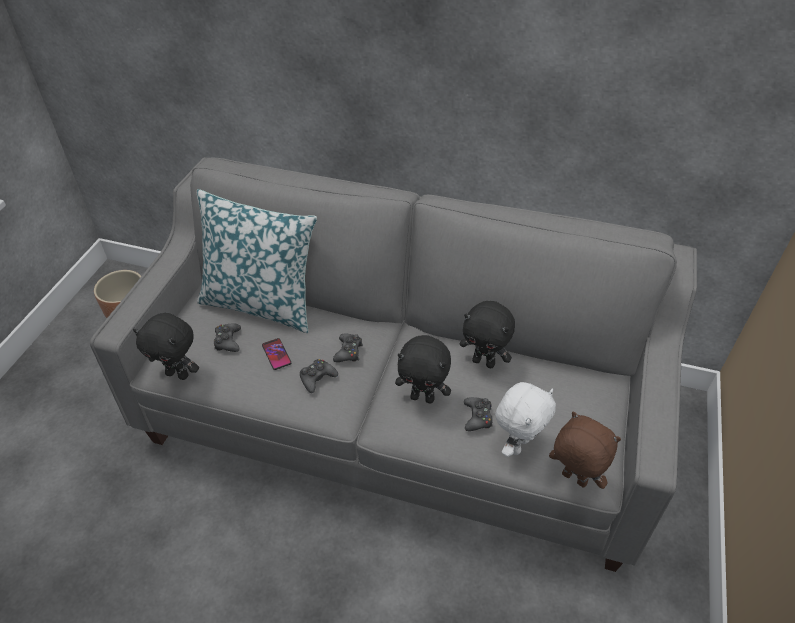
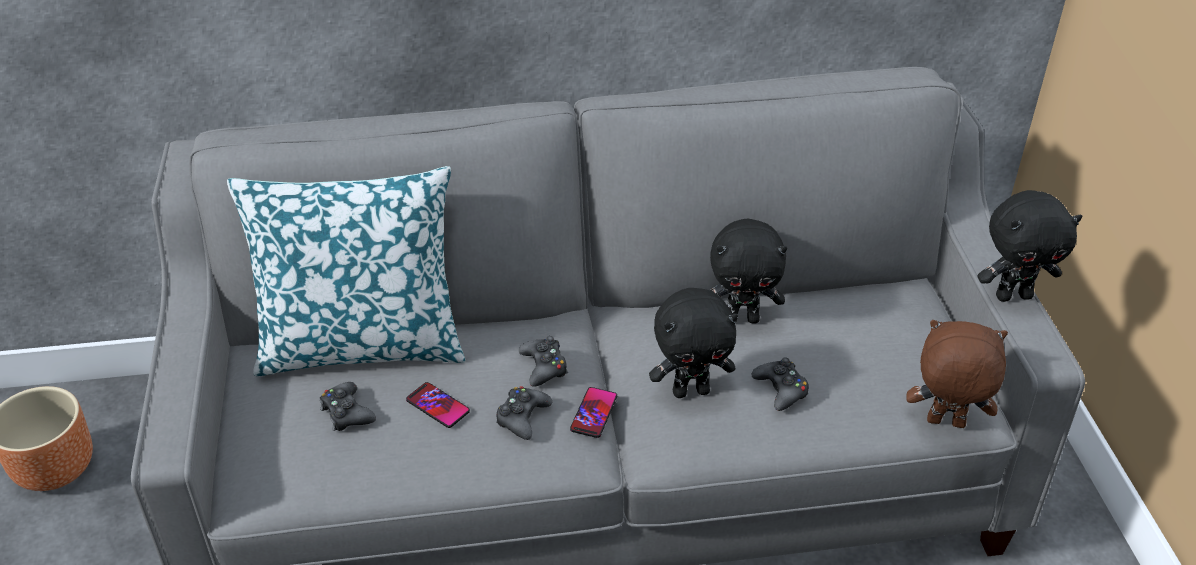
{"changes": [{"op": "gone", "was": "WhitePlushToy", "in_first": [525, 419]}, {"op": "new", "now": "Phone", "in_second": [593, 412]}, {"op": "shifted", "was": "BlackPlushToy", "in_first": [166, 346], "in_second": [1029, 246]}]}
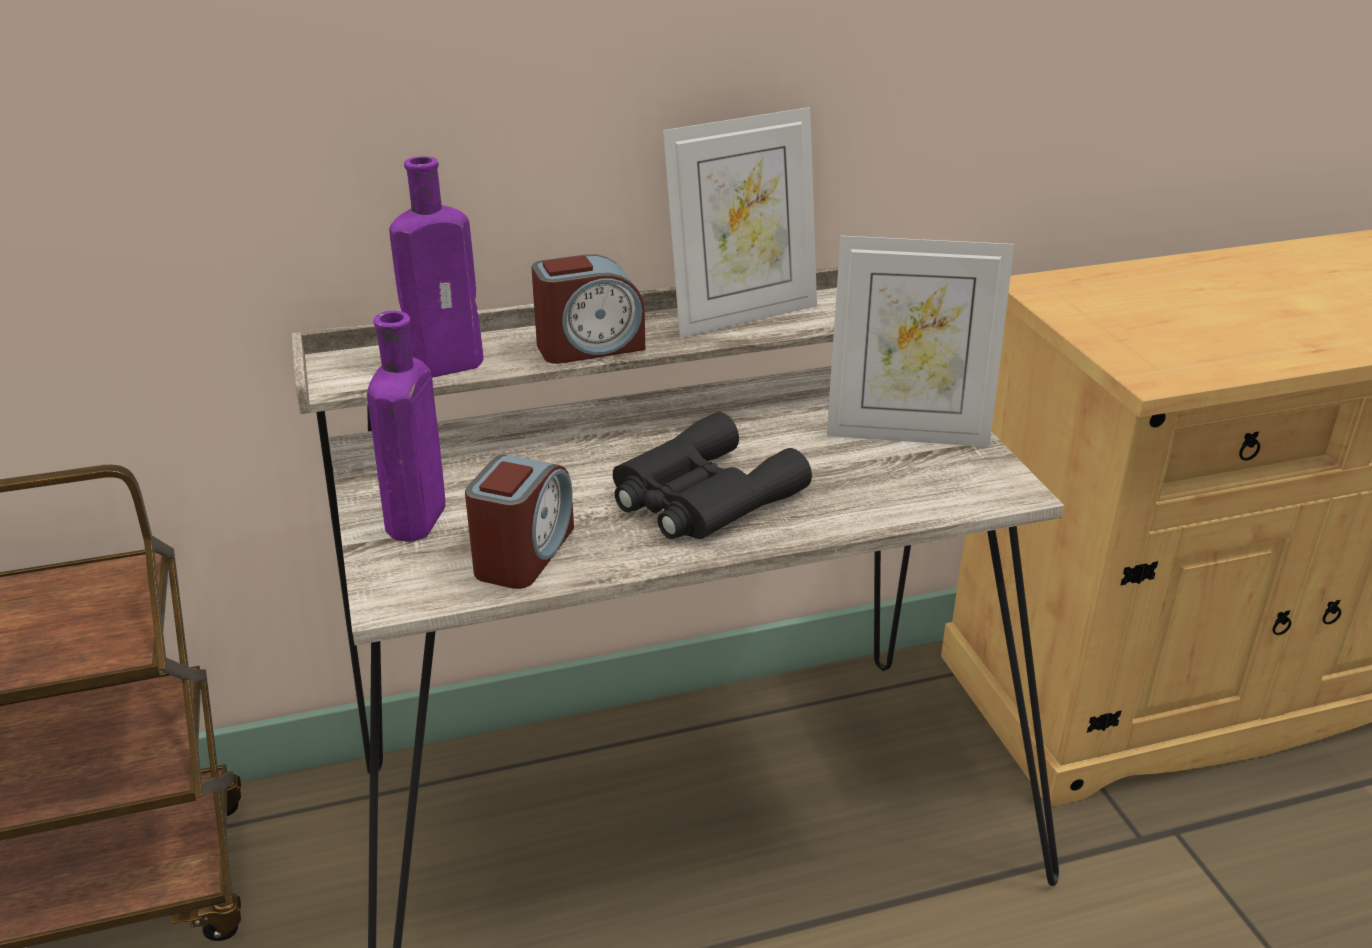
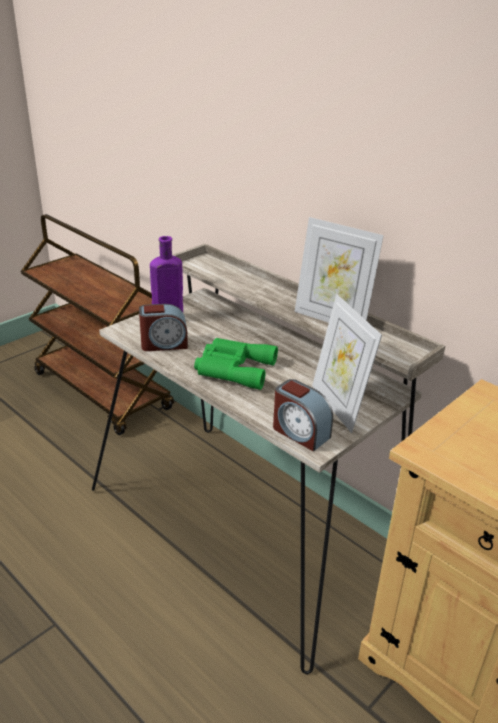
{"changes": [{"op": "gone", "was": "PurpleBottle", "in_first": [436, 267]}, {"op": "shifted", "was": "AlarmClock", "in_first": [588, 309], "in_second": [303, 415]}, {"op": "repainted", "was": "BlackBinoculars", "now": "GreenBinoculars", "in_first": [712, 475], "in_second": [236, 364]}]}
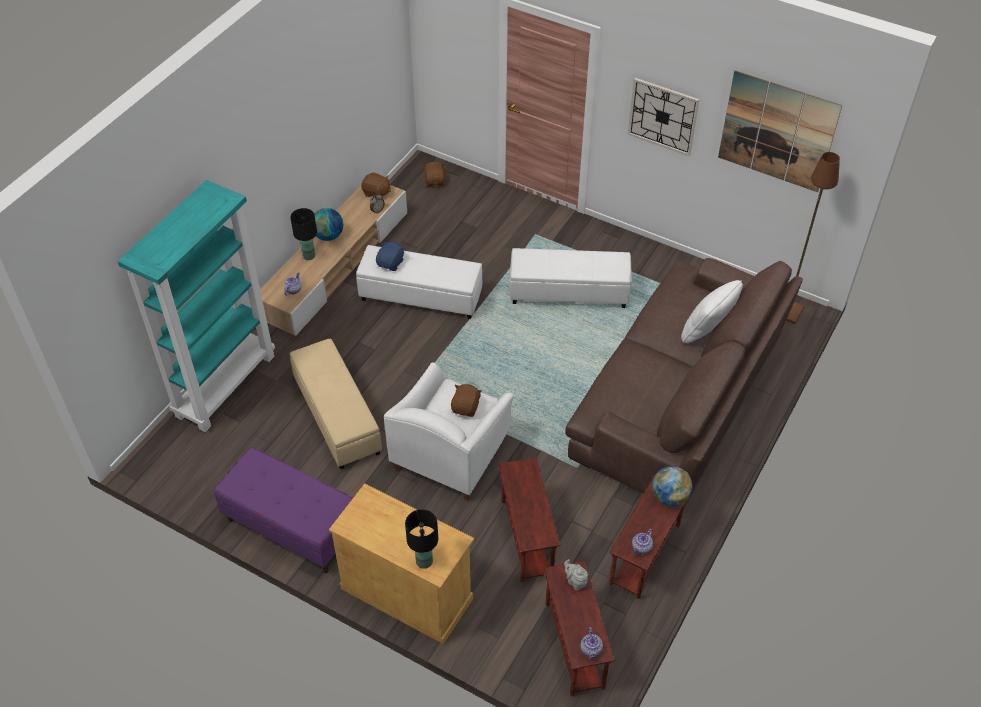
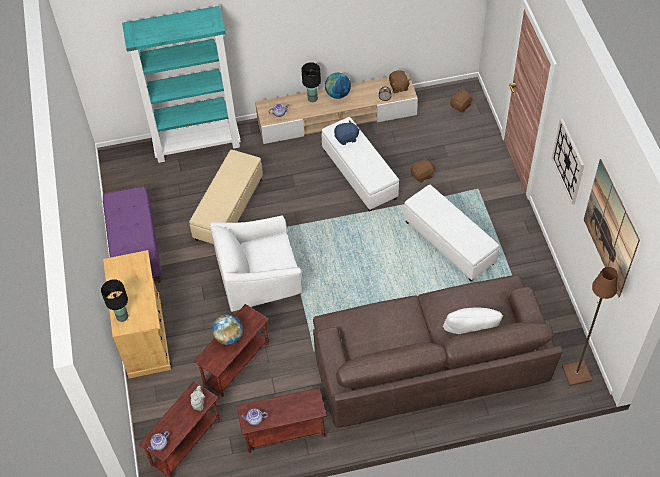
{"changes": [{"op": "shifted", "was": "BrownPlushToy", "in_first": [466, 400], "in_second": [423, 170]}, {"op": "shifted", "was": "Globe", "in_first": [672, 486], "in_second": [227, 329]}]}
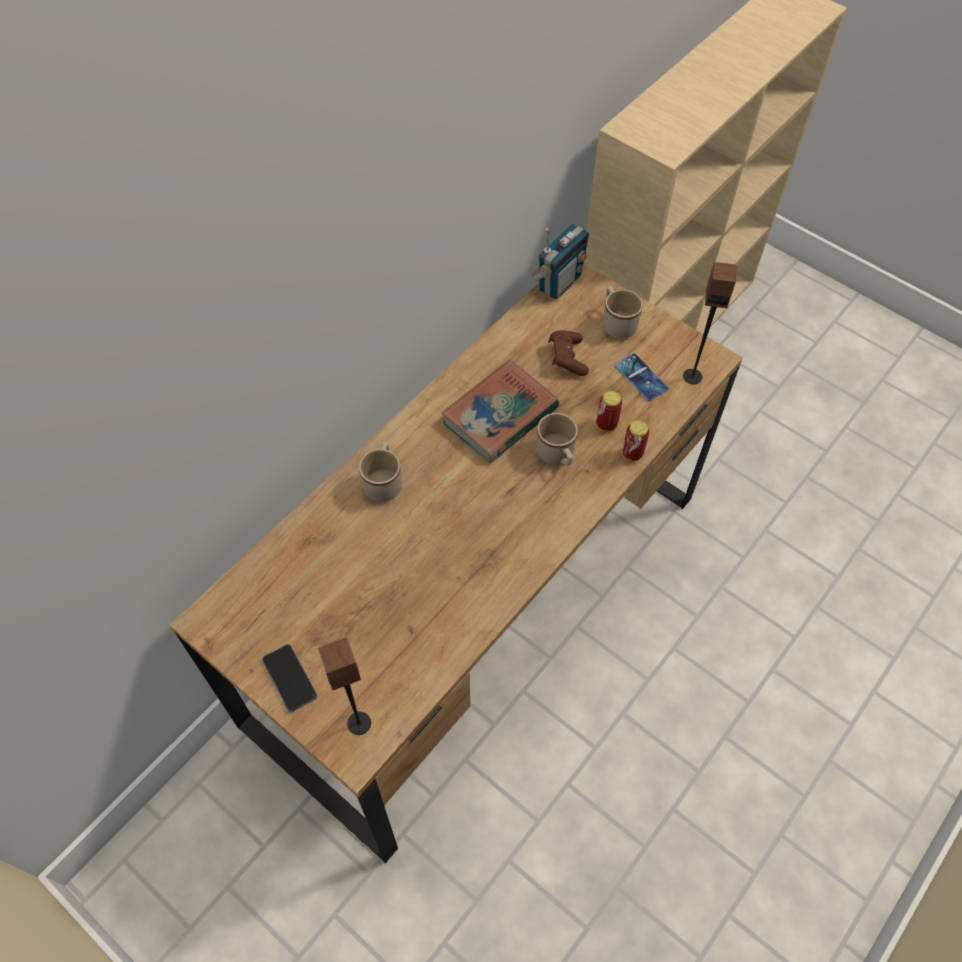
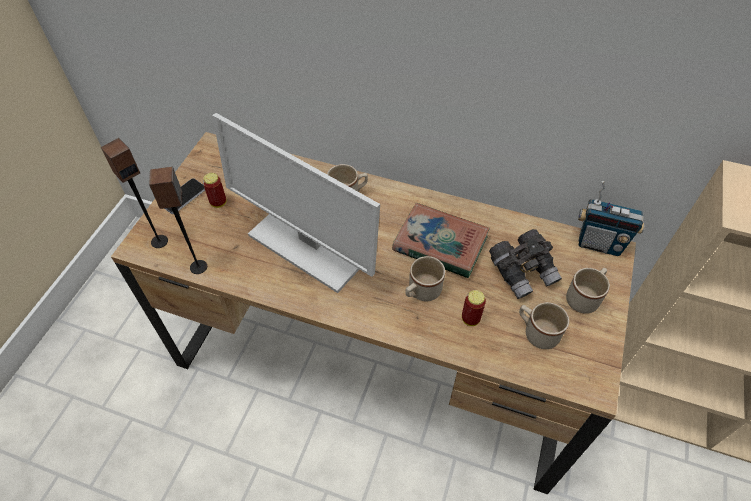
{"changes": [{"op": "new", "now": "Monitor", "in_second": [296, 203]}, {"op": "shifted", "was": "Can", "in_first": [635, 441], "in_second": [214, 190]}, {"op": "shifted", "was": "Speaker", "in_first": [710, 323], "in_second": [178, 220]}, {"op": "swapped", "was": "BrownGameController", "now": "GreyBinoculars", "in_first": [568, 353], "in_second": [525, 264]}, {"op": "swapped", "was": "Phone", "now": "BeigeMug", "in_first": [642, 377], "in_second": [544, 325]}]}
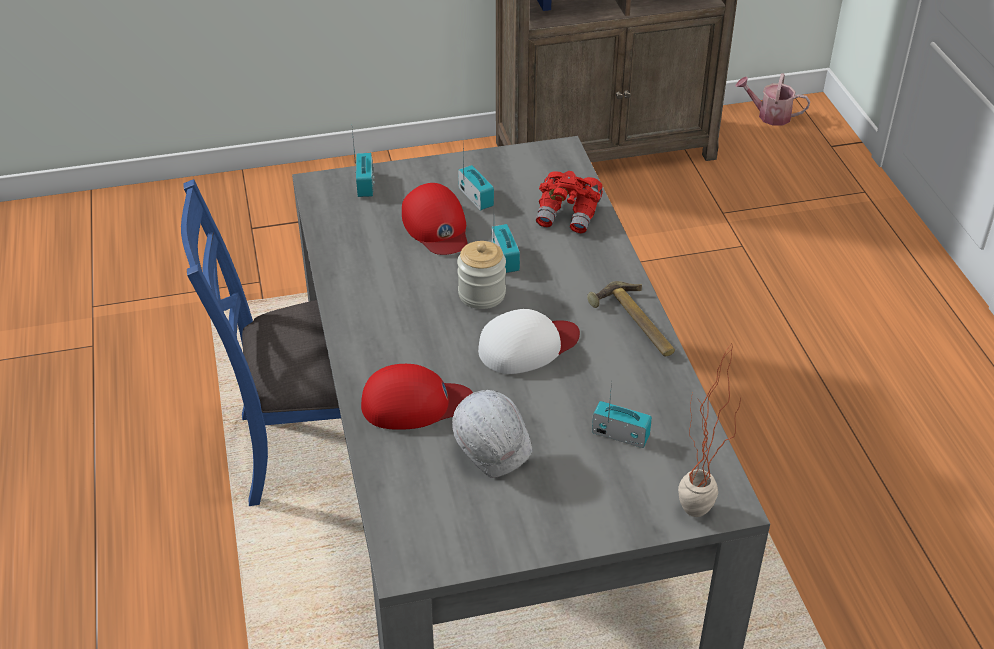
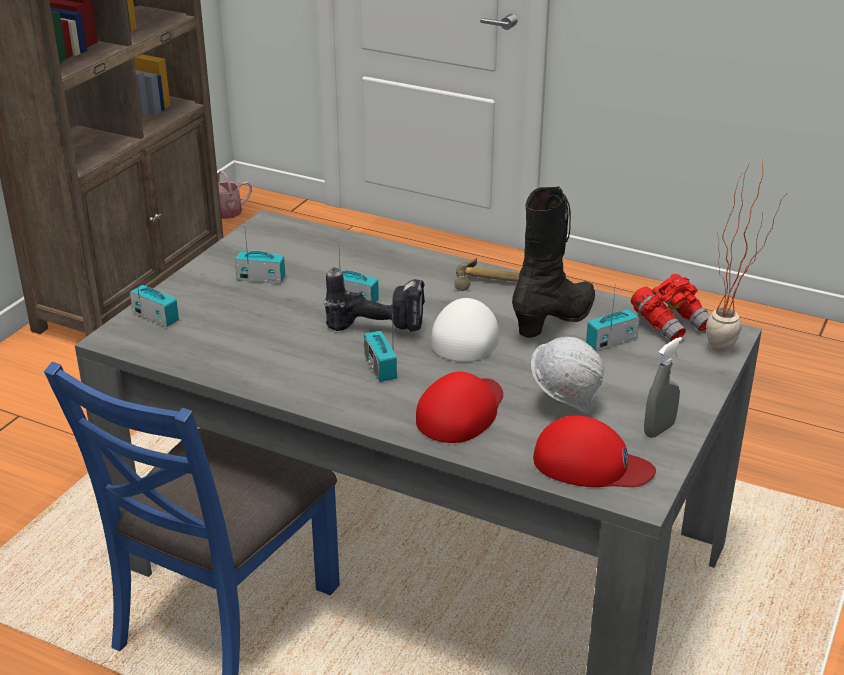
{"changes": [{"op": "new", "now": "Radio", "in_second": [380, 343]}, {"op": "new", "now": "BlackBoot", "in_second": [553, 262]}, {"op": "new", "now": "GreySprayBottle", "in_second": [663, 387]}, {"op": "shifted", "was": "RedCap", "in_first": [434, 219], "in_second": [594, 451]}, {"op": "shifted", "was": "RedBinoculars", "in_first": [569, 202], "in_second": [670, 307]}, {"op": "swapped", "was": "Jar", "now": "PowerDrill", "in_first": [481, 275], "in_second": [374, 299]}]}
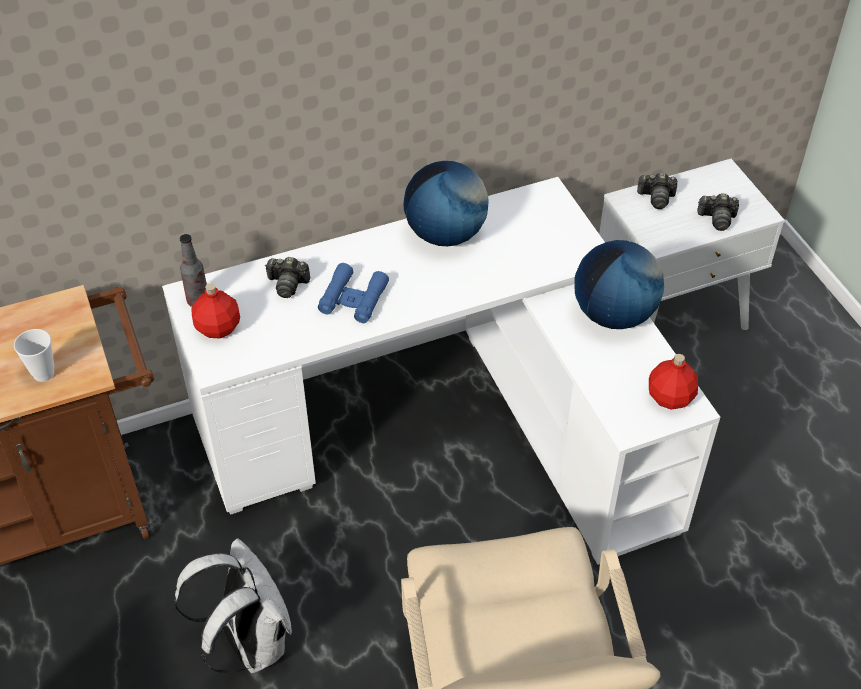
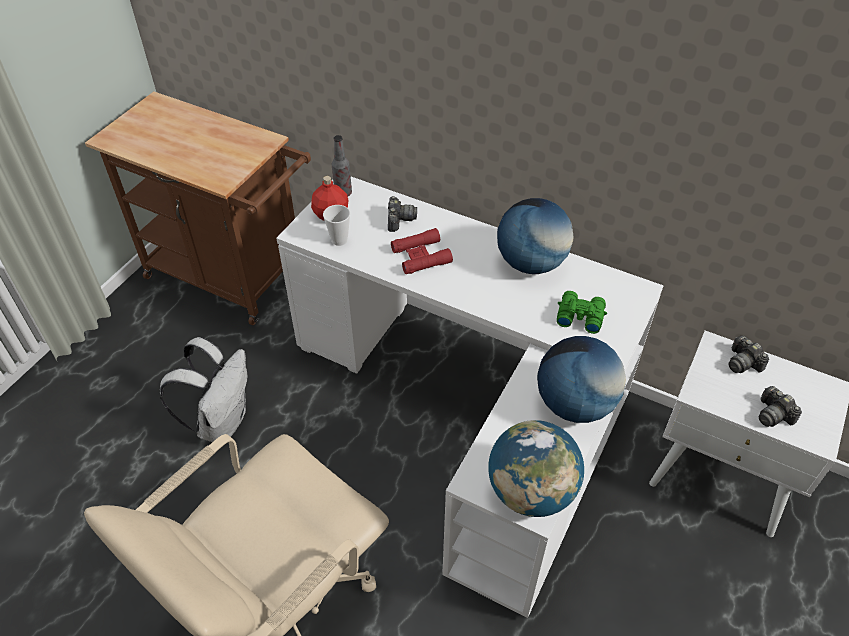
{"changes": [{"op": "new", "now": "GreenBinoculars", "in_second": [582, 312]}, {"op": "shifted", "was": "Cup", "in_first": [34, 355], "in_second": [336, 225]}, {"op": "swapped", "was": "RedBottle", "now": "Globe", "in_first": [673, 382], "in_second": [536, 468]}, {"op": "repainted", "was": "BlueBinoculars", "now": "RedBinoculars", "in_first": [353, 293], "in_second": [422, 251]}, {"op": "rotated", "was": "PhotoCamera", "in_first": [287, 277], "in_second": [402, 214], "clockwise": -150}]}
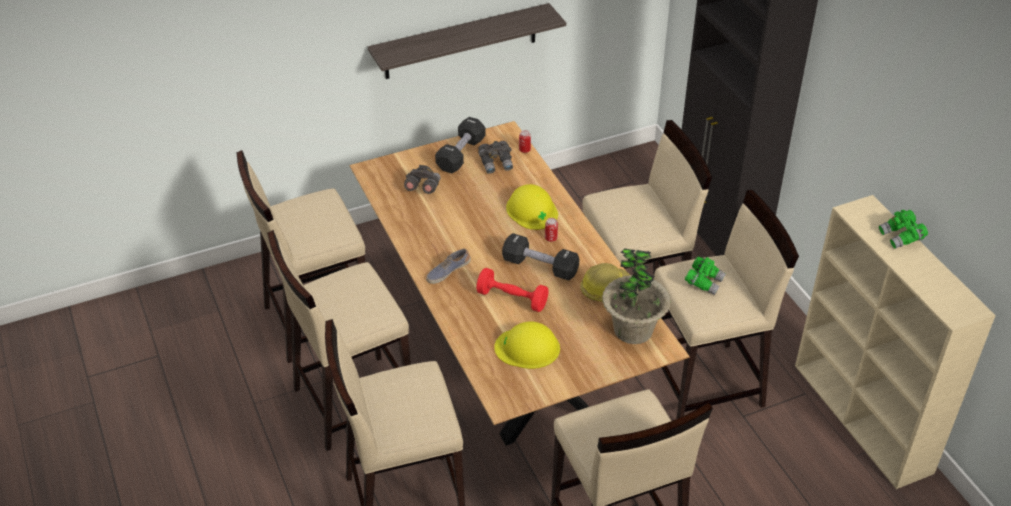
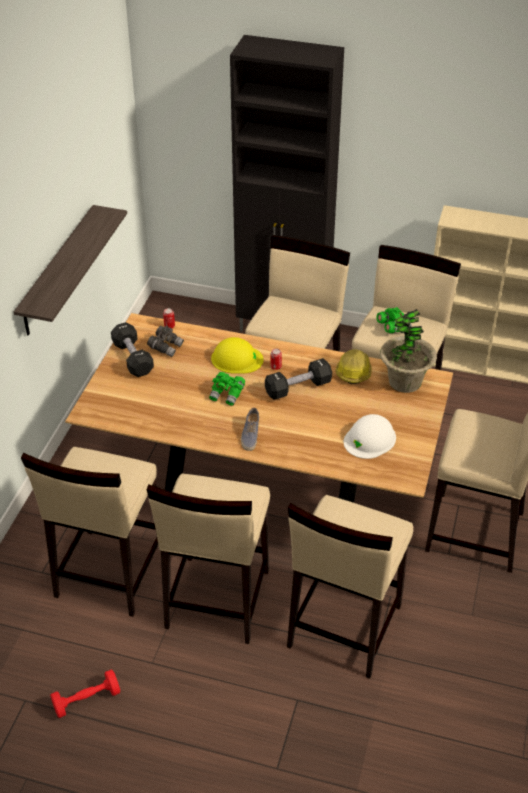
{"changes": [{"op": "gone", "was": "GreyBinoculars", "in_first": [422, 179]}, {"op": "shifted", "was": "RedDumbbell", "in_first": [512, 290], "in_second": [85, 694]}, {"op": "shifted", "was": "GreenBinoculars", "in_first": [903, 229], "in_second": [227, 389]}, {"op": "repainted", "was": "YellowHardHat", "now": "WhiteHardHat", "in_first": [527, 345], "in_second": [370, 436]}]}
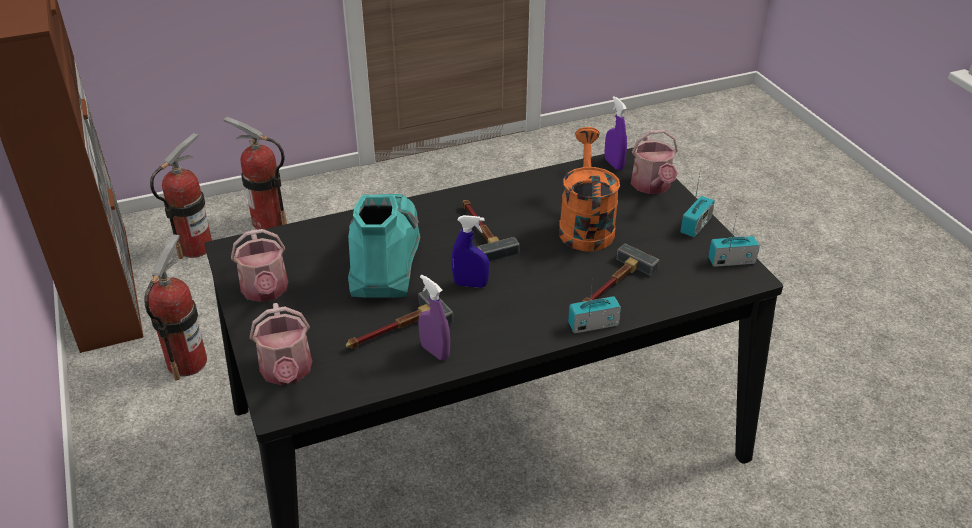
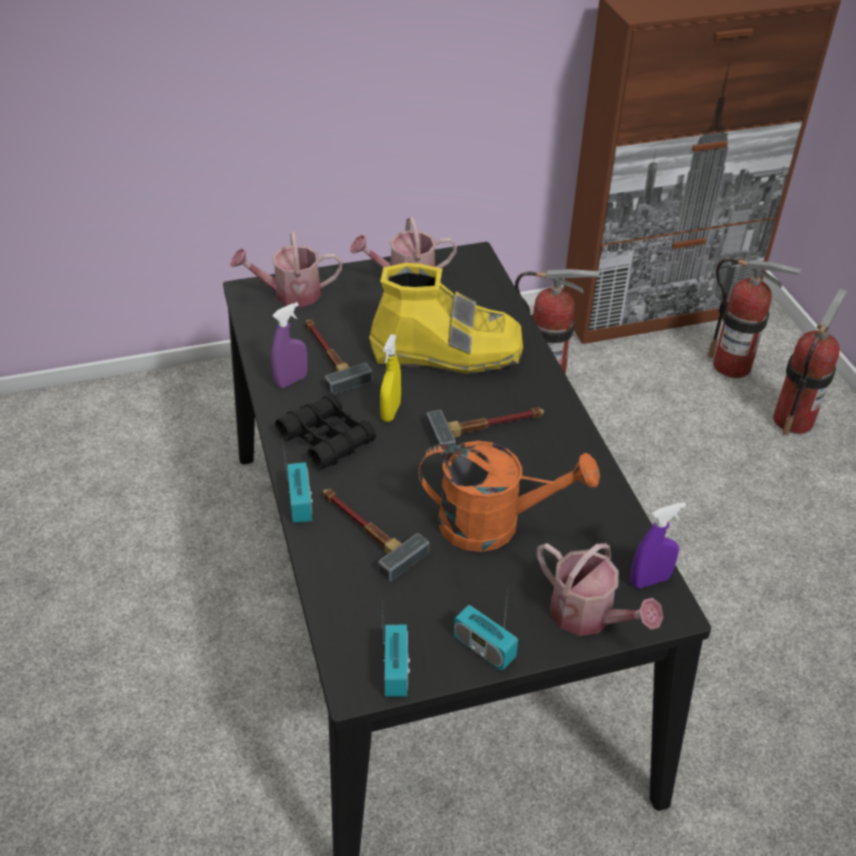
{"changes": [{"op": "new", "now": "BlackBinoculars", "in_second": [325, 431]}, {"op": "repainted", "was": "TurquoiseBoot", "now": "YellowBoot", "in_first": [384, 246], "in_second": [446, 319]}, {"op": "repainted", "was": "BlueSprayBottle", "now": "YellowSprayBottle", "in_first": [470, 251], "in_second": [390, 378]}, {"op": "rotated", "was": "WateringCan", "in_first": [654, 162], "in_second": [599, 589], "clockwise": -135}]}
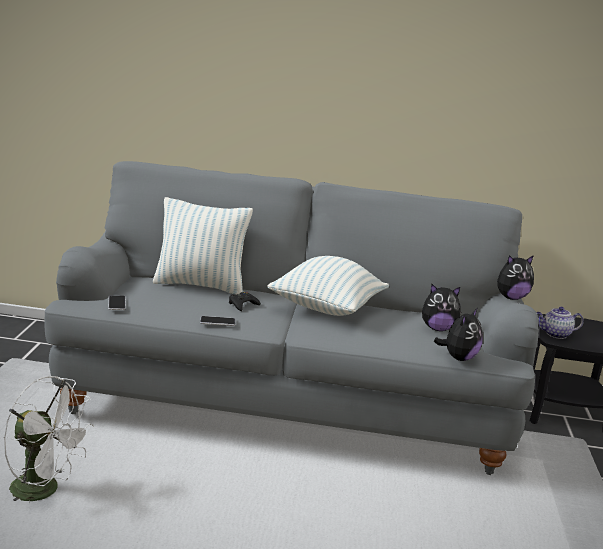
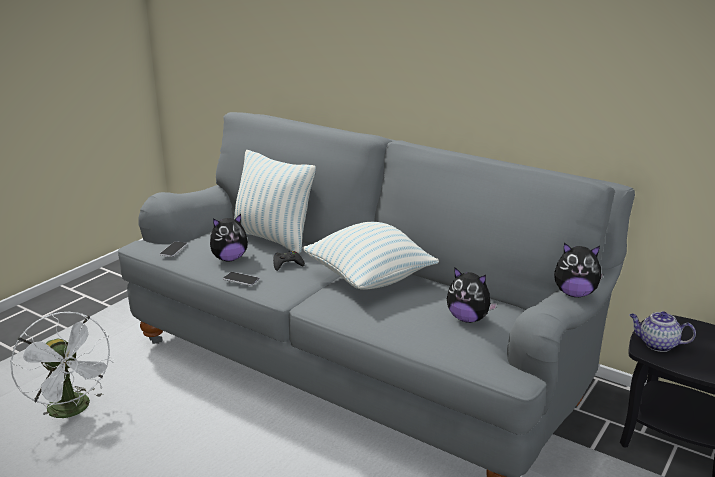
{"changes": [{"op": "shifted", "was": "PlushToy", "in_first": [458, 335], "in_second": [229, 237]}]}
